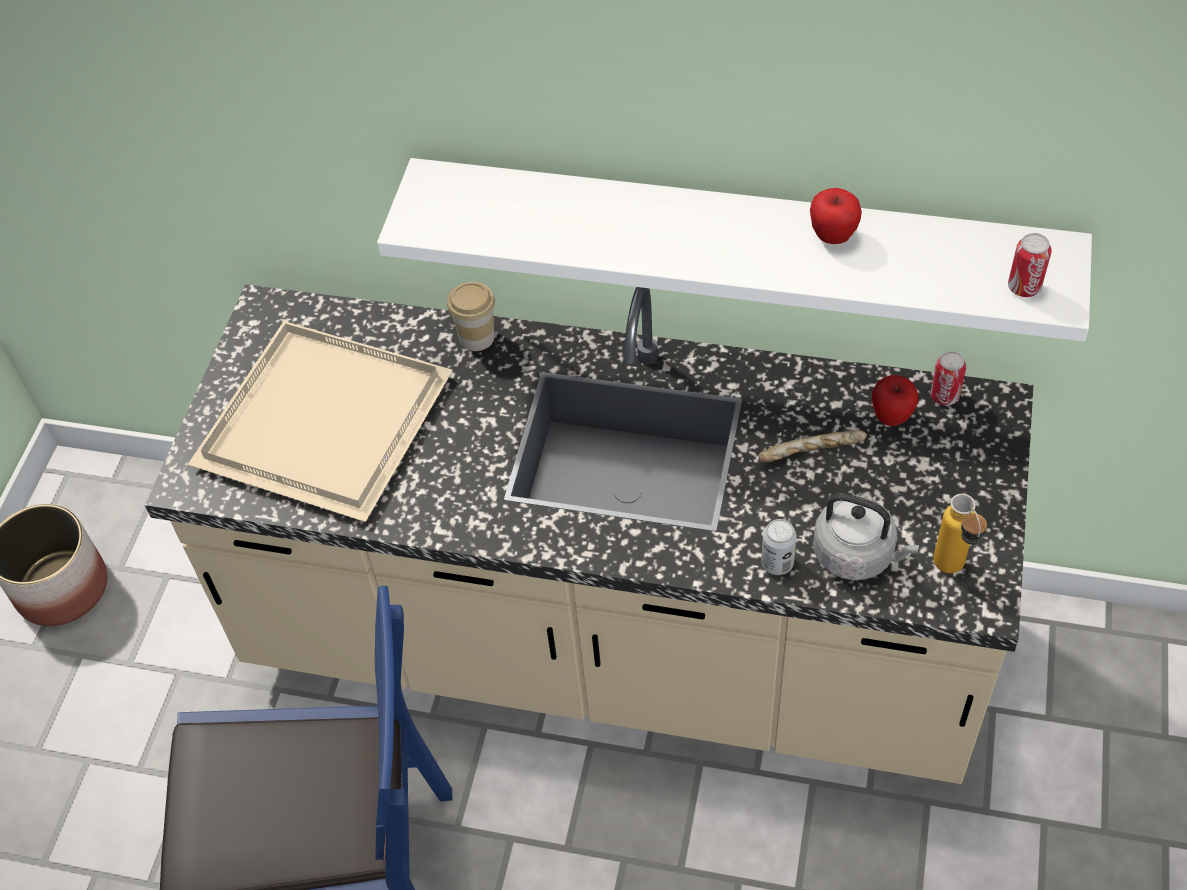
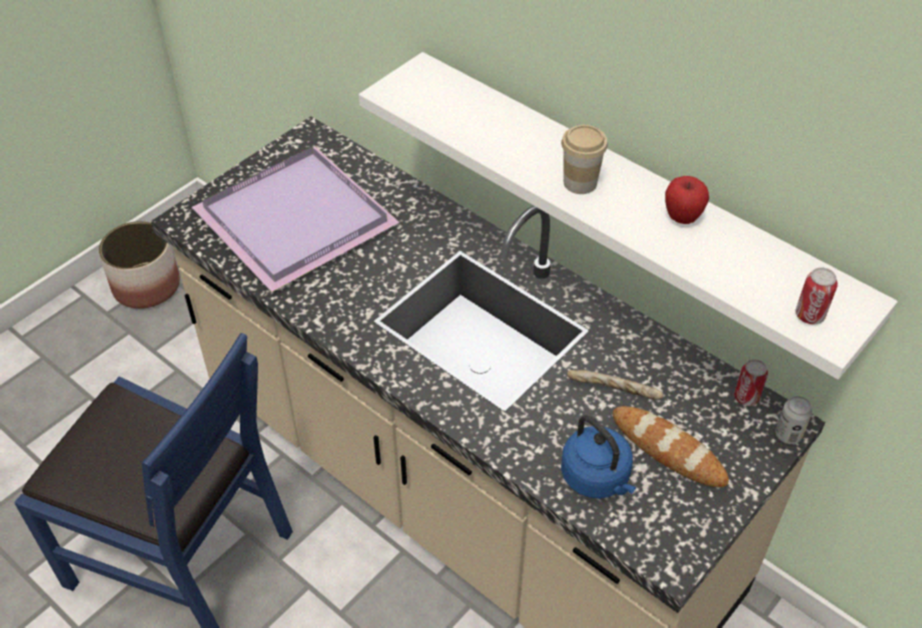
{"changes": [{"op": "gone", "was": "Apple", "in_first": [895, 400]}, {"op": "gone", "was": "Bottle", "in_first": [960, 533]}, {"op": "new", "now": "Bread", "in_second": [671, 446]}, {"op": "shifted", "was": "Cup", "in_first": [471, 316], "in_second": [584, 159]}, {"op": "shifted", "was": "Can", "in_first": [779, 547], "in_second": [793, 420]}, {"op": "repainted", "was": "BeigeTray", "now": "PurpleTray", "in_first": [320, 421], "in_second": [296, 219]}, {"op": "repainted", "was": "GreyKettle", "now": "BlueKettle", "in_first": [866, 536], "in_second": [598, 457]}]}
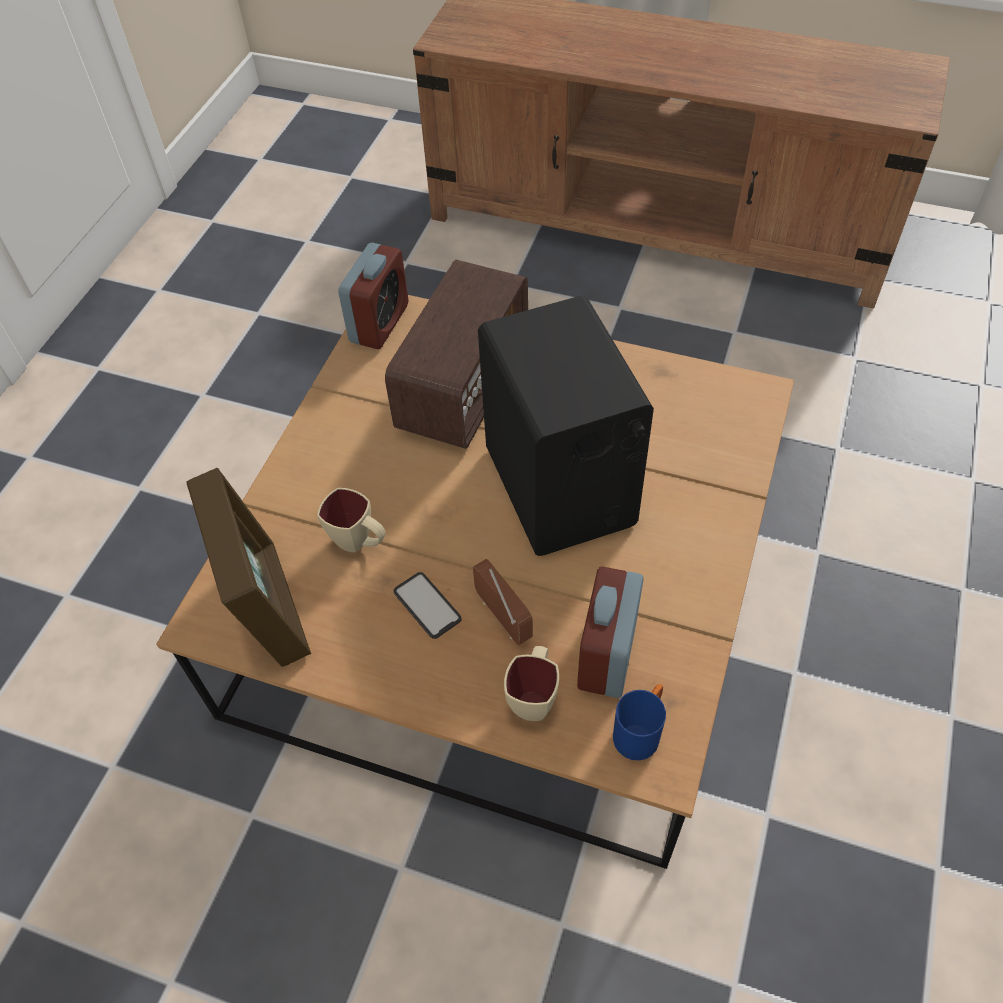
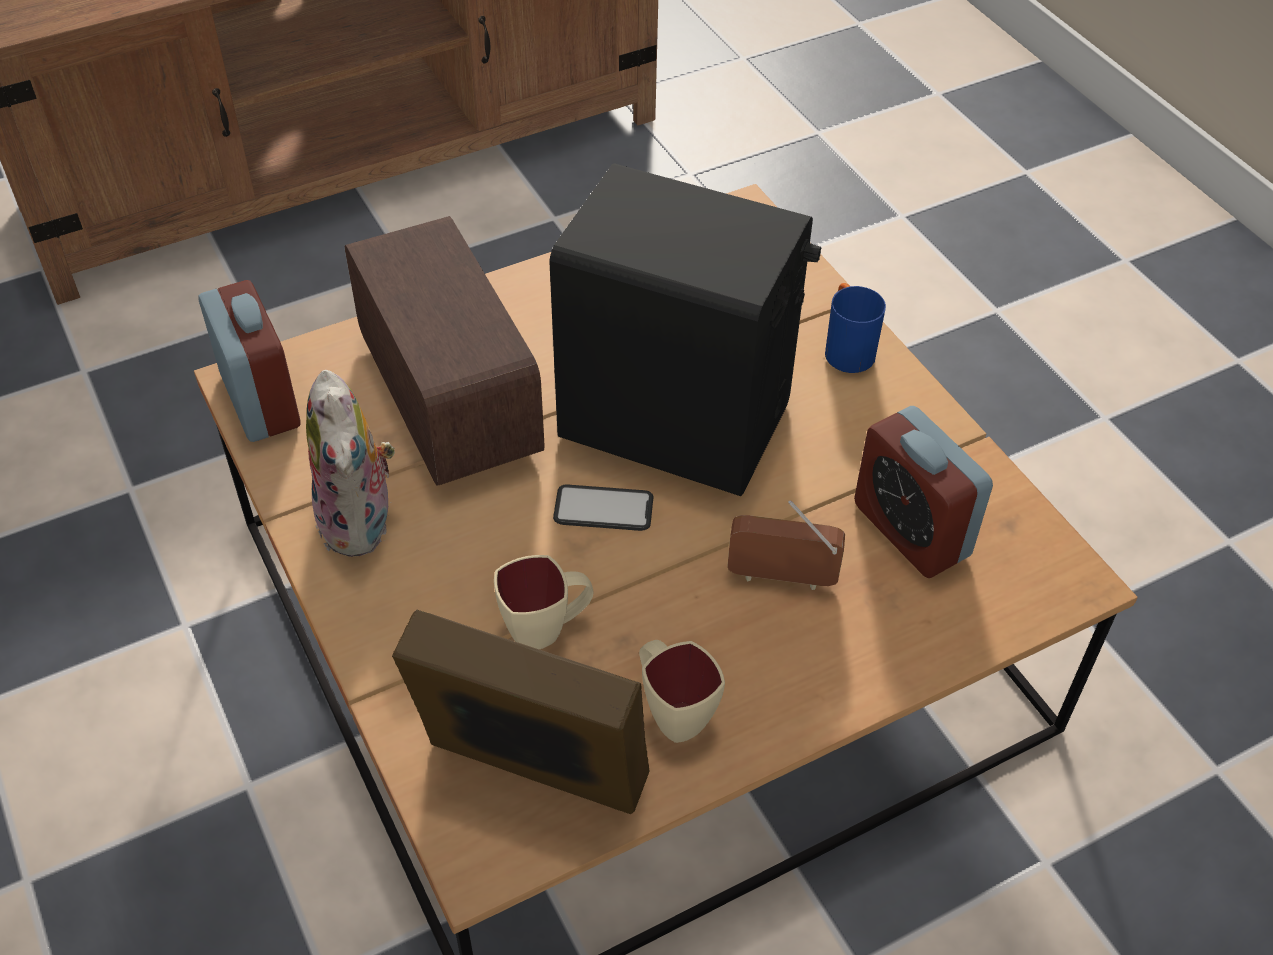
{"changes": [{"op": "new", "now": "PlushToy", "in_second": [350, 463]}, {"op": "shifted", "was": "Phone", "in_first": [428, 605], "in_second": [603, 507]}, {"op": "shifted", "was": "BeigeMug", "in_first": [531, 683], "in_second": [682, 691]}, {"op": "shifted", "was": "BlueMug", "in_first": [639, 722], "in_second": [855, 328]}]}
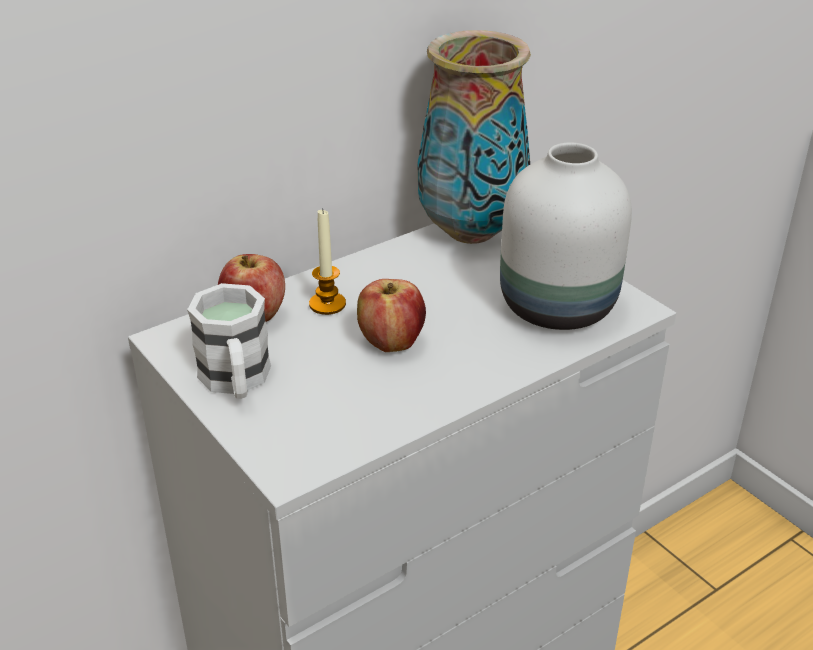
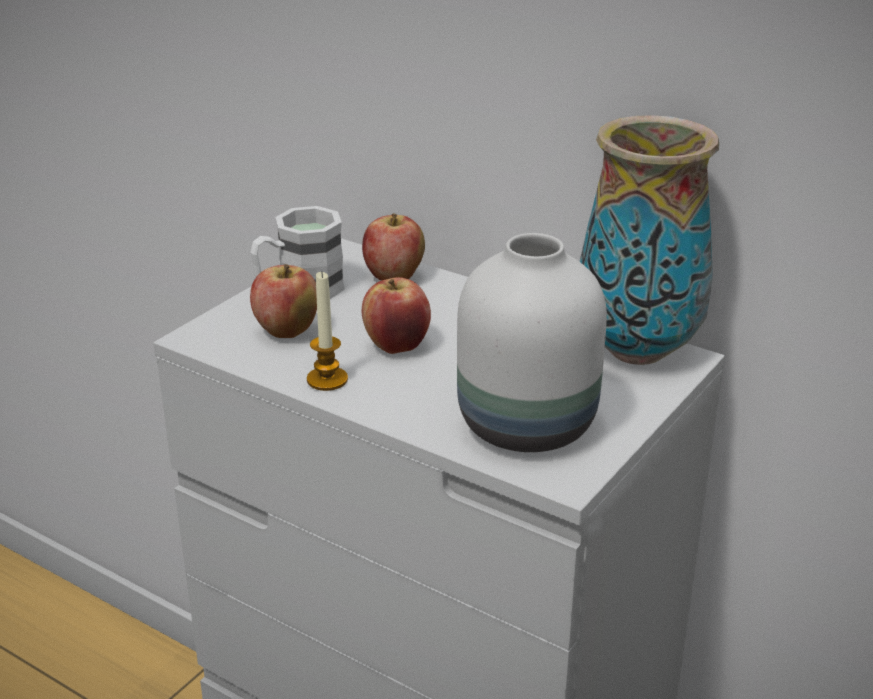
{"changes": [{"op": "new", "now": "Apple", "in_second": [283, 301]}, {"op": "shifted", "was": "Candle", "in_first": [327, 261], "in_second": [327, 331]}]}
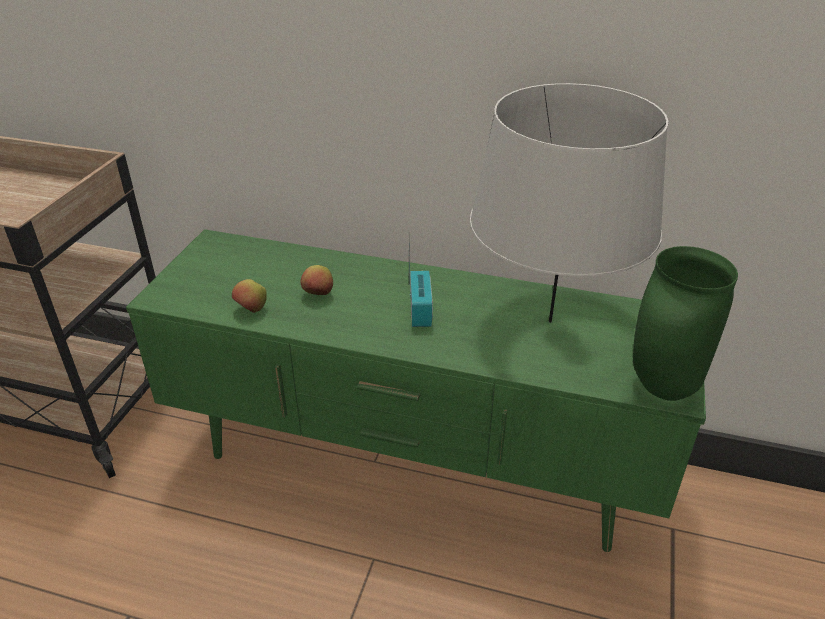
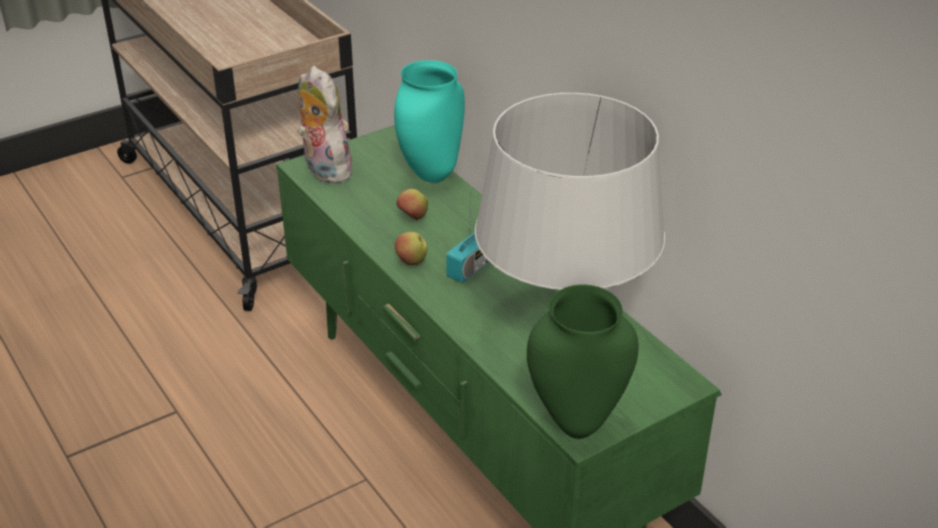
{"changes": [{"op": "new", "now": "PlushToy", "in_second": [326, 124]}, {"op": "new", "now": "TurquoiseVase", "in_second": [429, 121]}, {"op": "shifted", "was": "Apple", "in_first": [249, 296], "in_second": [411, 248]}]}
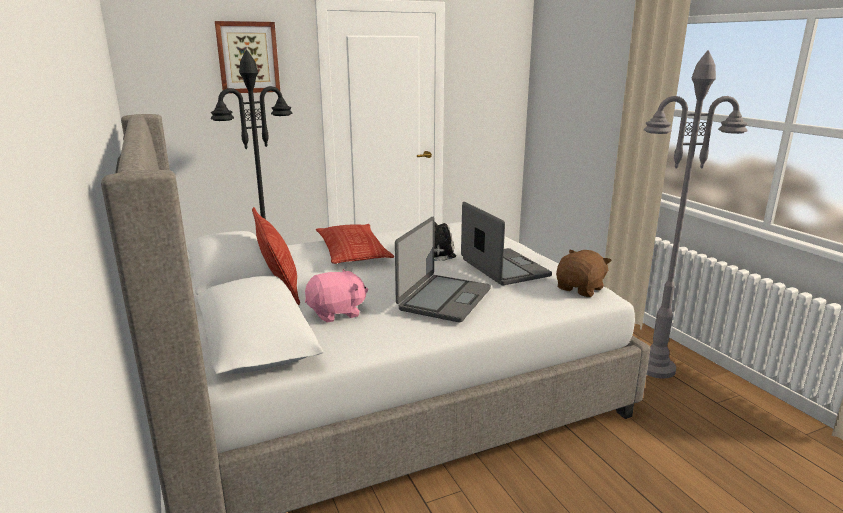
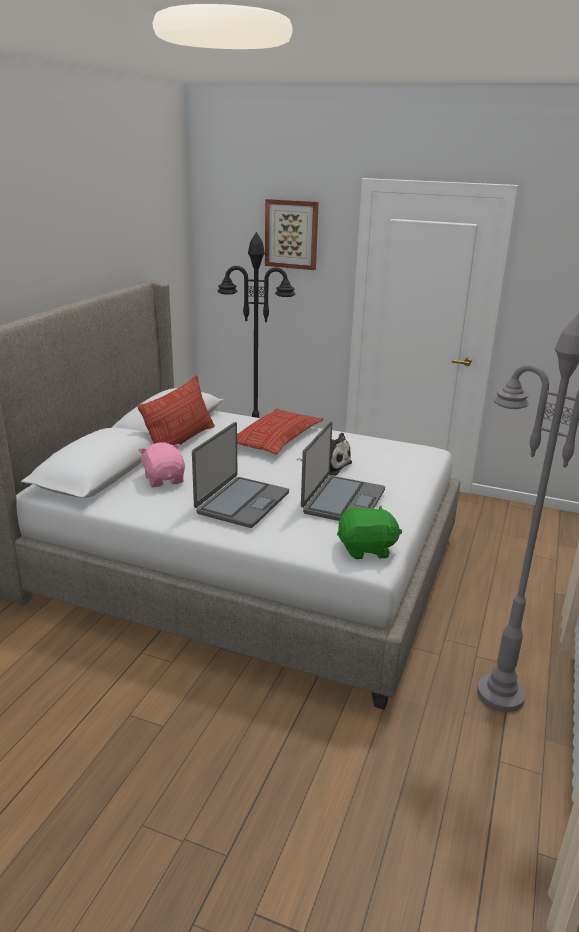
{"changes": [{"op": "repainted", "was": "BrownPlushToy", "now": "GreenPlushToy", "in_first": [584, 273], "in_second": [369, 532]}, {"op": "rotated", "was": "PinkPlushToy", "in_first": [336, 296], "in_second": [161, 464], "clockwise": -135}, {"op": "rotated", "was": "Laptop", "in_first": [443, 269], "in_second": [240, 475], "clockwise": -45}]}
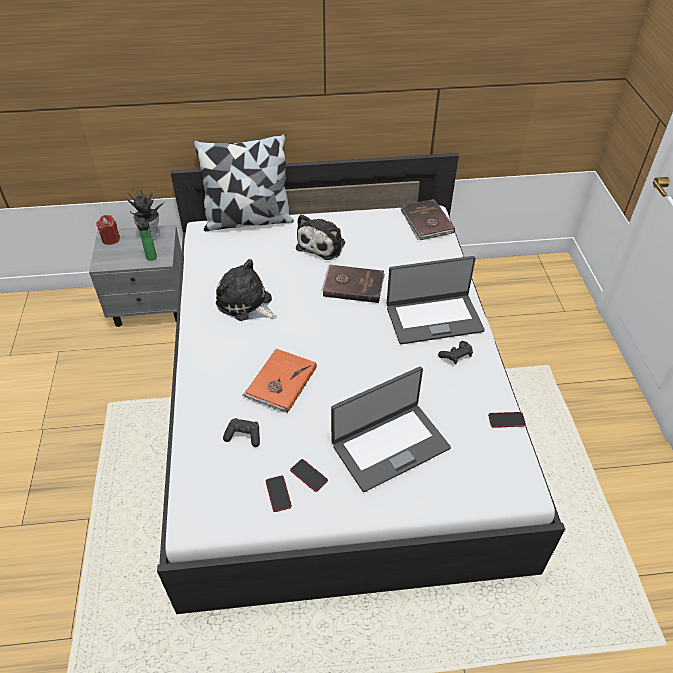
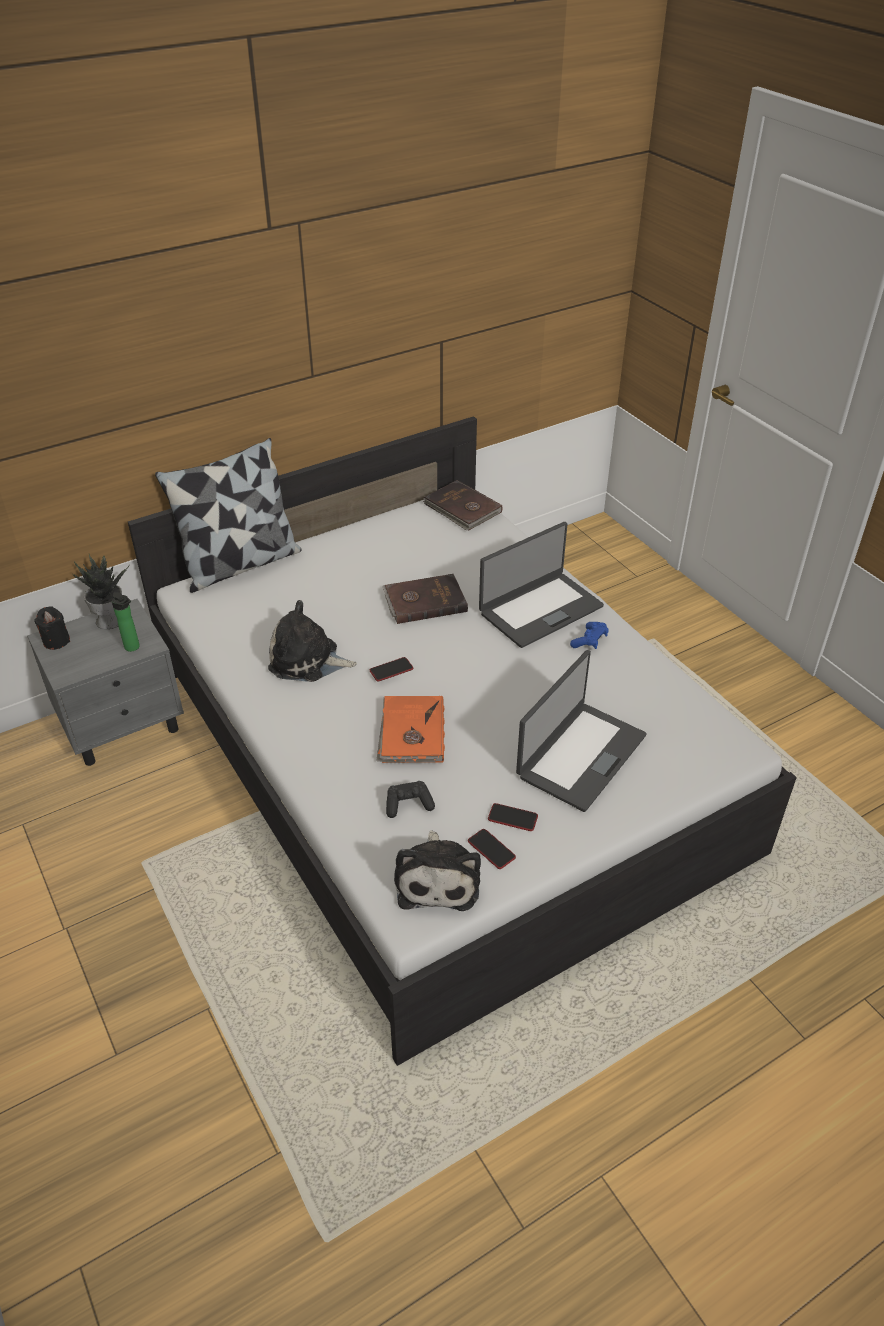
{"changes": [{"op": "shifted", "was": "PlushToy", "in_first": [320, 237], "in_second": [437, 870]}, {"op": "shifted", "was": "Phone", "in_first": [507, 420], "in_second": [391, 669]}, {"op": "repainted", "was": "RedCandle", "now": "BlackCandle", "in_first": [108, 230], "in_second": [52, 628]}, {"op": "repainted", "was": "BlackGameController", "now": "BlueGameController", "in_first": [455, 352], "in_second": [589, 635]}]}
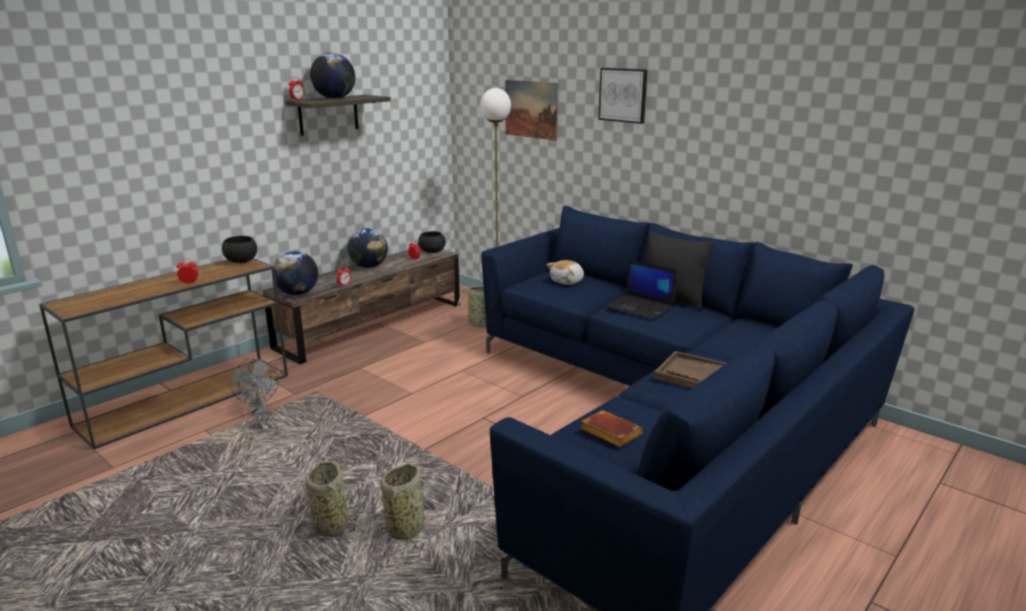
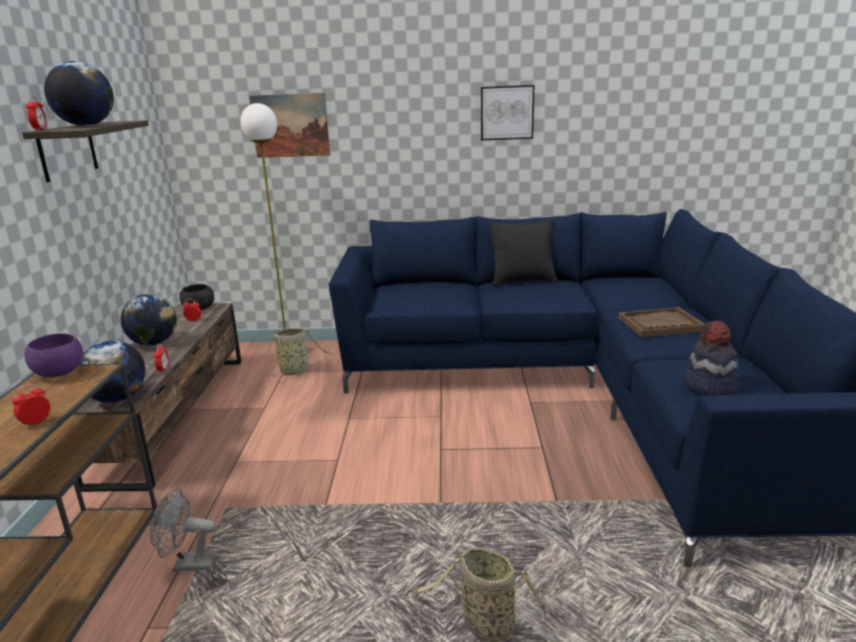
{"changes": [{"op": "gone", "was": "Basket", "in_first": [403, 509]}, {"op": "gone", "was": "PlushToy", "in_first": [565, 272]}, {"op": "gone", "was": "Laptop", "in_first": [641, 289]}, {"op": "shifted", "was": "Picture", "in_first": [623, 96], "in_second": [507, 112]}, {"op": "swapped", "was": "BrownBook", "now": "Hat", "in_first": [611, 428], "in_second": [711, 357]}, {"op": "repainted", "was": "BlackBowl", "now": "PurpleBowl", "in_first": [239, 249], "in_second": [54, 355]}, {"op": "rotated", "was": "GreyFan", "in_first": [254, 387], "in_second": [183, 530], "clockwise": 150}]}
